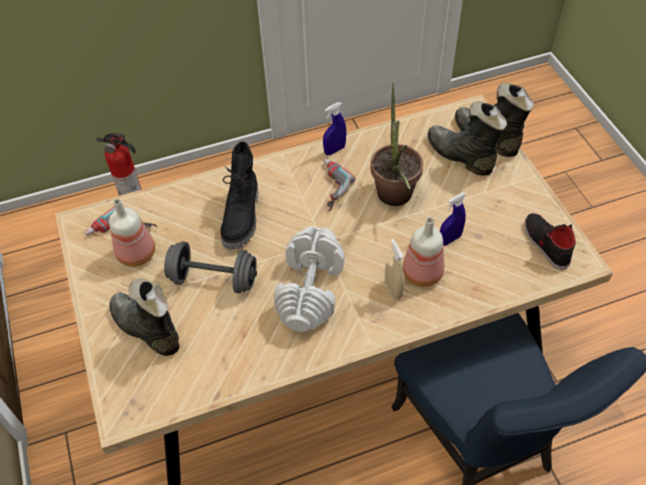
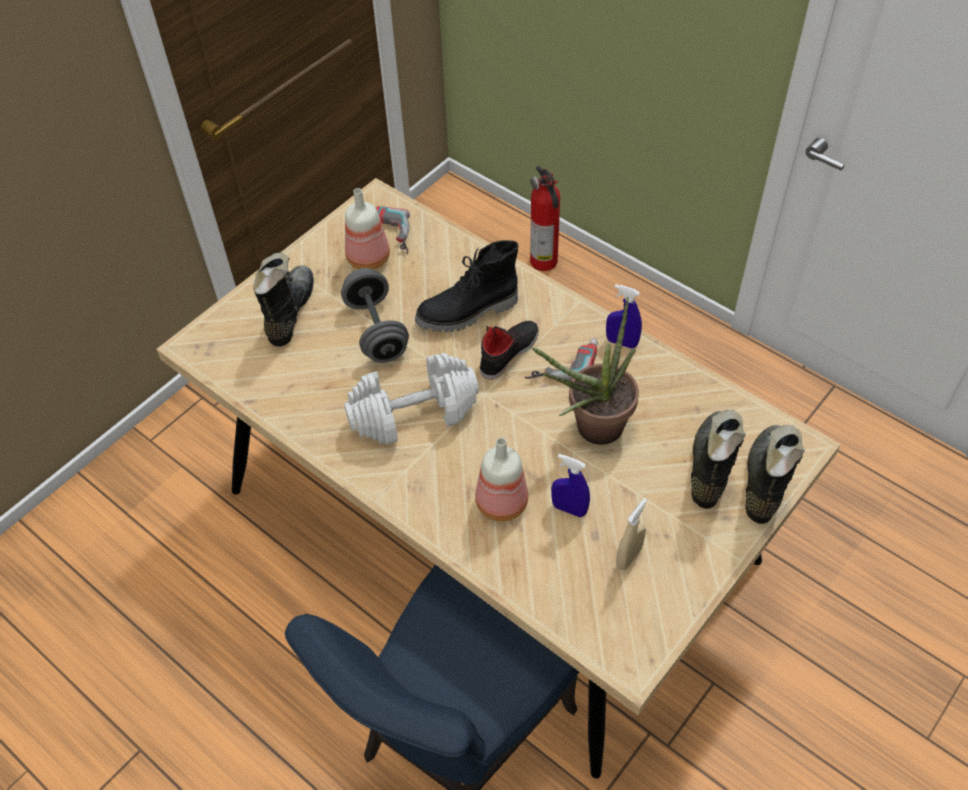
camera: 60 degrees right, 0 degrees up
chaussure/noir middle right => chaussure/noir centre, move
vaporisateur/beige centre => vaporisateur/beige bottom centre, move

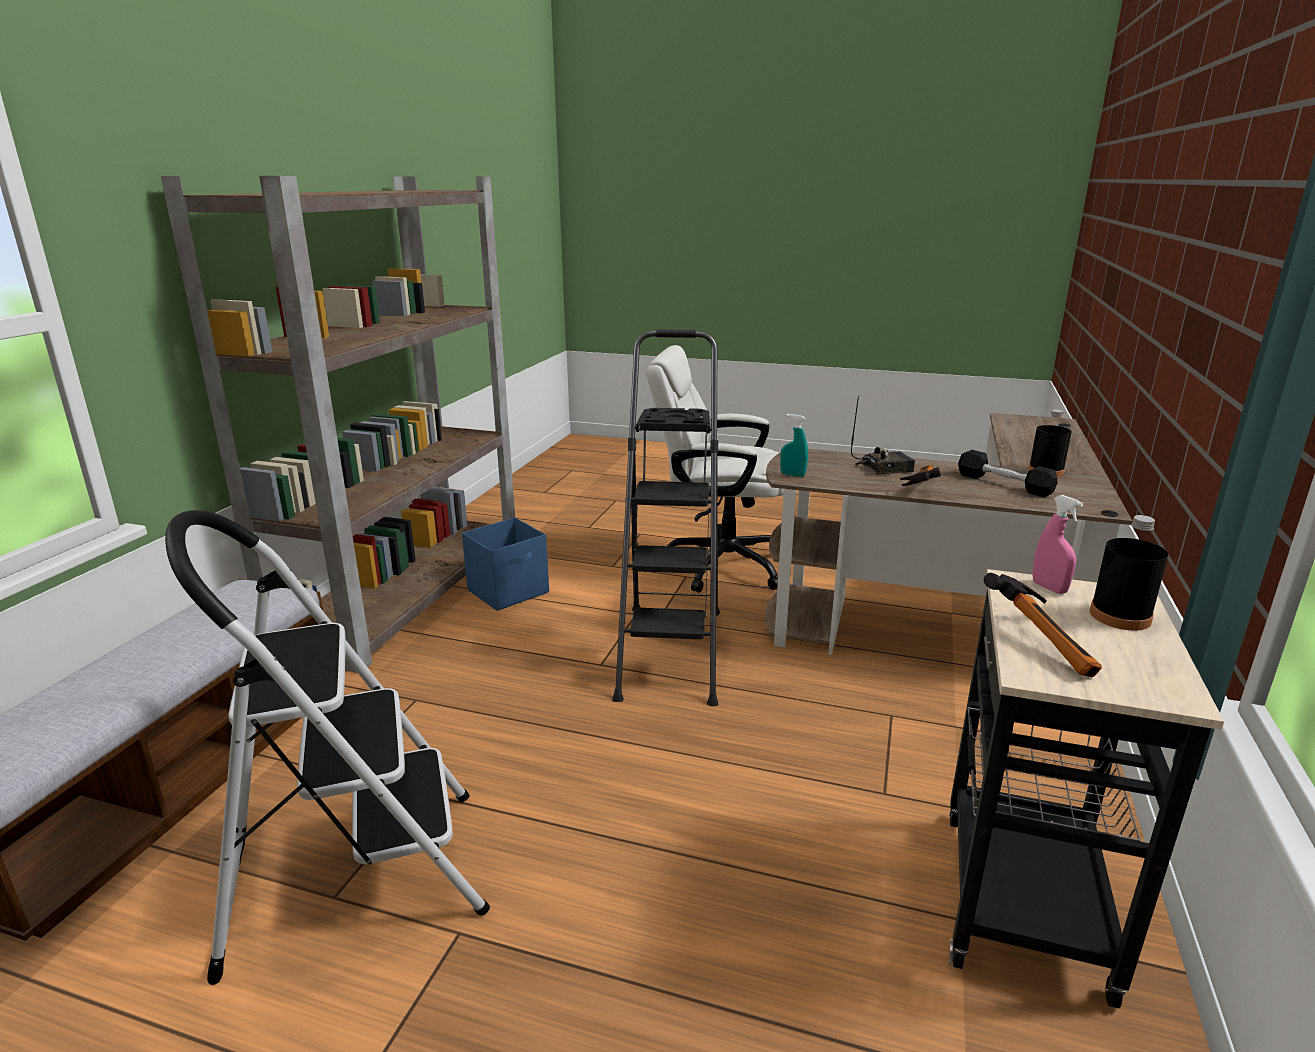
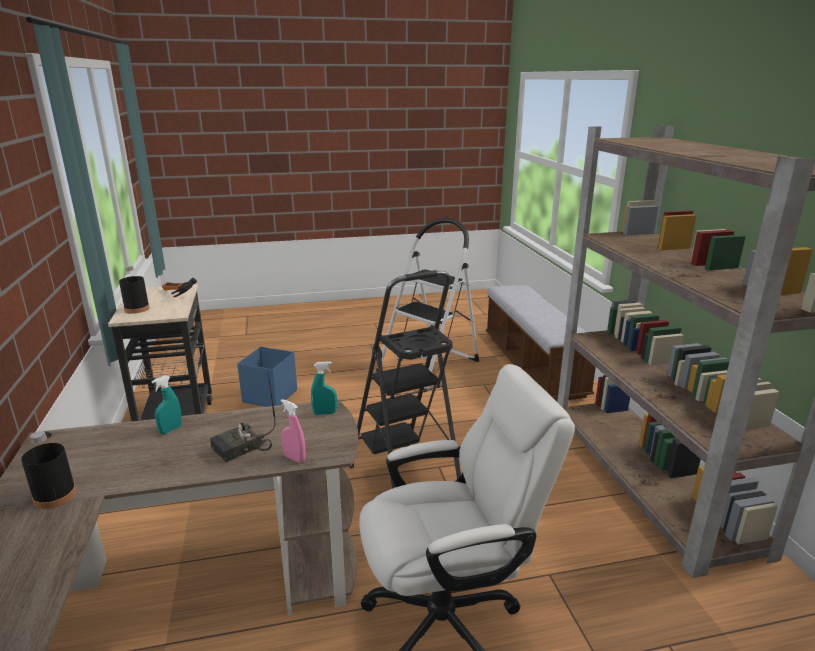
camera: 150 degrees right, 0 degrees up
haltère/noir middle right => nothing
marteau (1st from left) middle right => nothing
vaporisateur/rose middle right => vaporisateur/rose centre, move
boîte de rangement/bleu centre => boîte de rangement/bleu middle left, move
nothing => vaporisateur/turquoise (1st from left) middle left

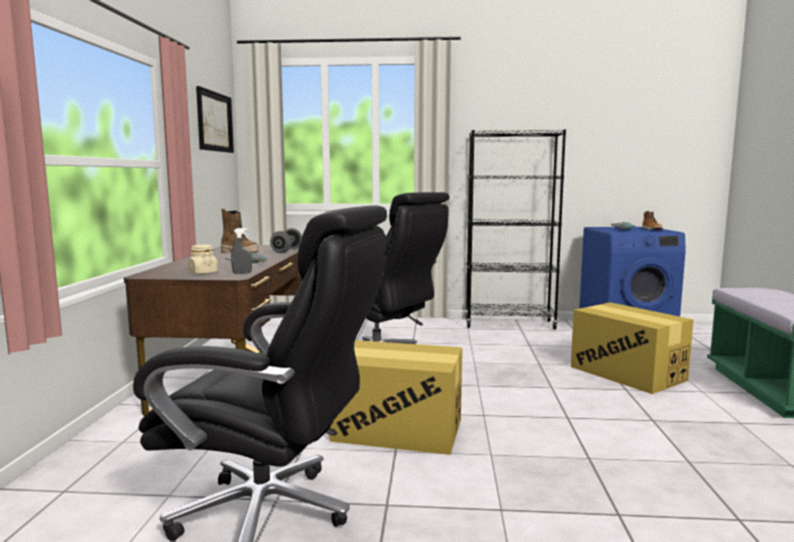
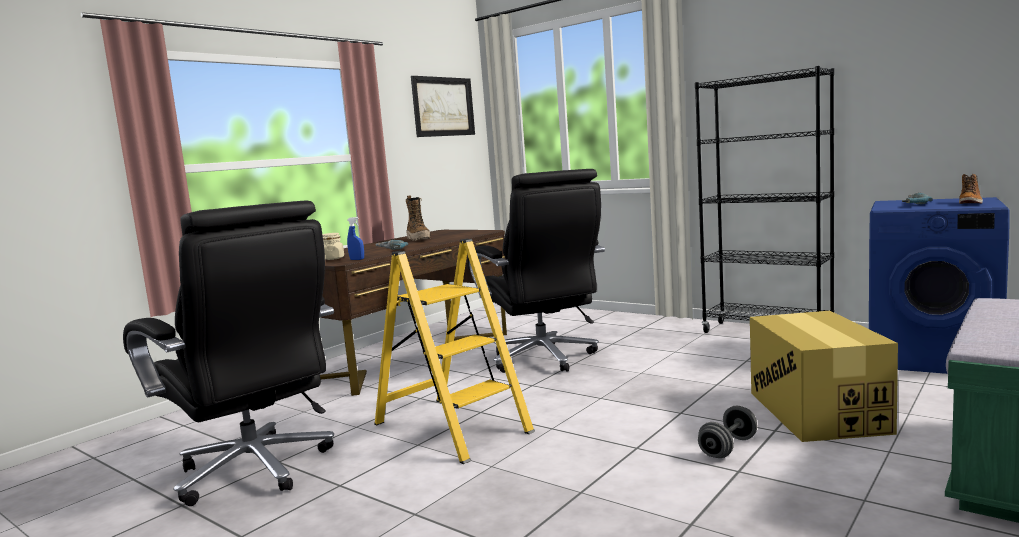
camera: 35 degrees right, 0 degrees up
vaporisateur/gris middle left => vaporisateur/bleu centre
haltère/gris centre => haltère/gris bottom right, move
carton (1st from left) bottom centre => escabeau/jaune centre

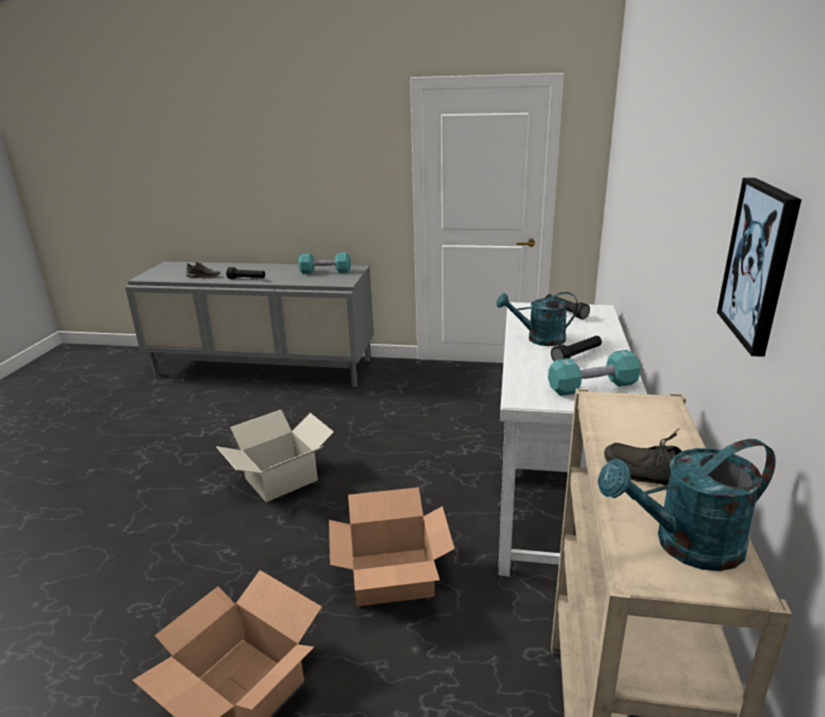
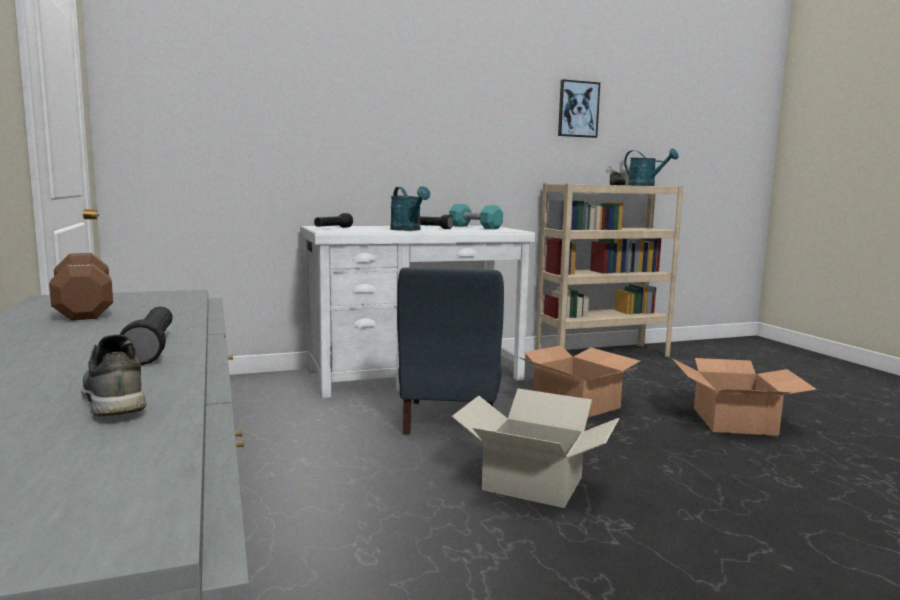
camera: 120 degrees left, 15 degrees down
haltère/turquoise (1st from left) centre => haltère/marron middle left
nothing => chaise/bleu centre

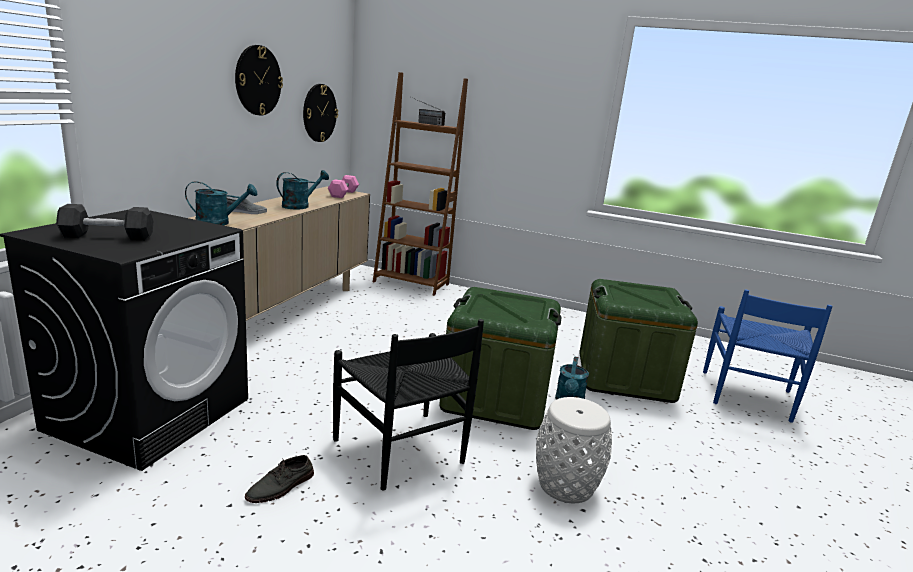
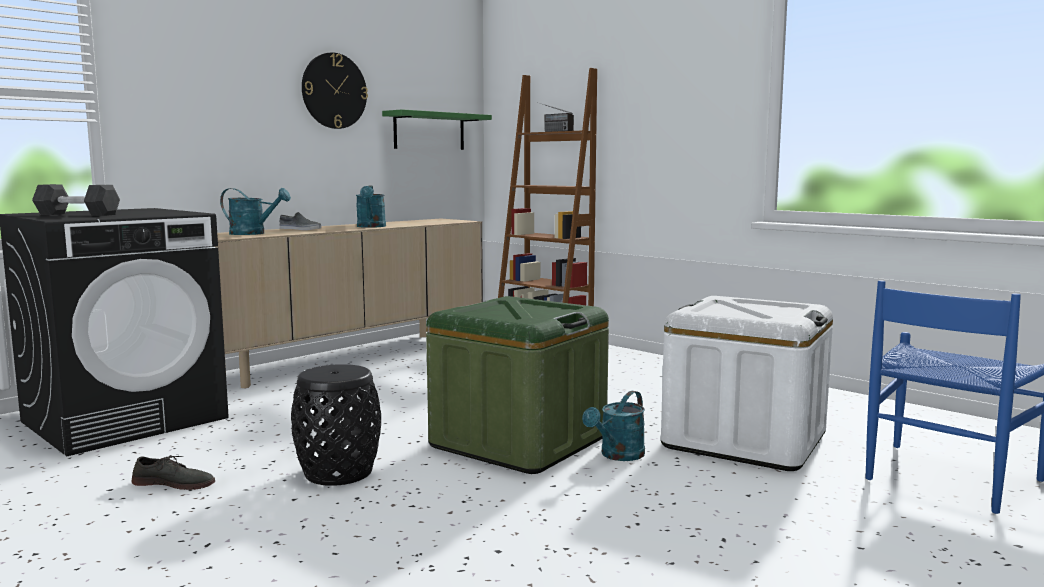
camera: 25 degrees right, 10 degrees down
horloge murale (2nd from left) top centre => étagère/vert top centre
arrosoir/turquoise (2nd from left) top left => arrosoir/turquoise (2nd from left) centre, 105 degrees clockwise
haltère/rose top centre => nothing
boîte de rangement/vert (2nd from left) middle right => boîte de rangement/blanc middle right
chaise/noir bottom centre => tabouret/noir bottom left
tabouret/blanc bottom centre => nothing
chaussure/gris (2nd from left in the first image) bottom left => chaussure/gris (1st from left) bottom left, 150 degrees counterclockwise

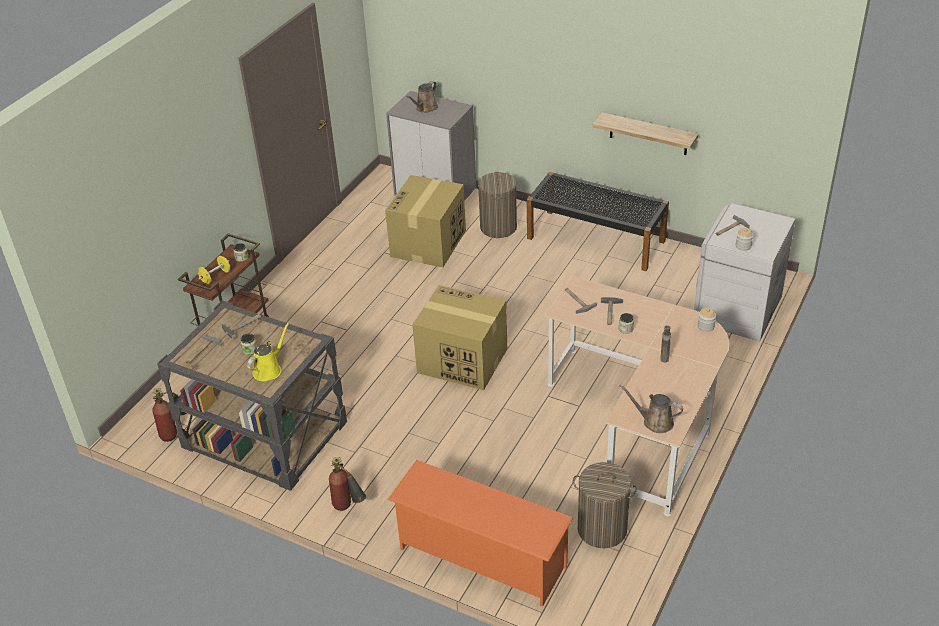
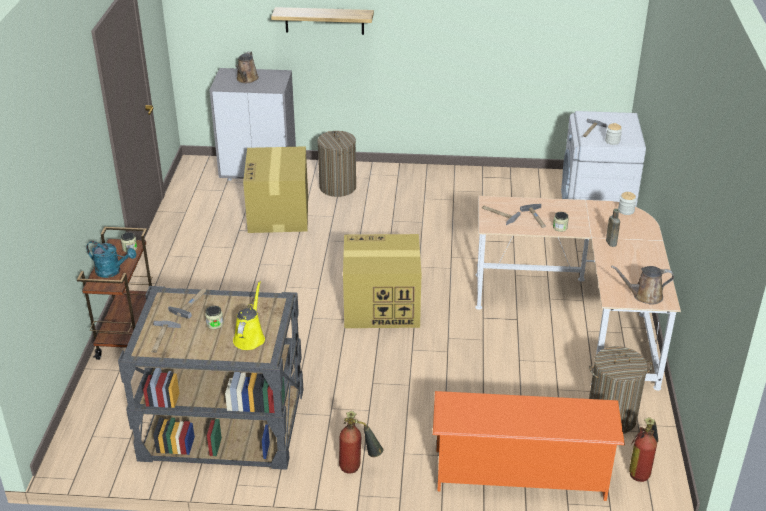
camera: 25 degrees left, 5 degrees down
étagère top right => étagère top centre, move
banc/noir centre => nothing
haltère/jaune middle left => arrosoir/turquoise middle left
extincteur (1st from left in the first image) middle left => extincteur (2nd from left) bottom right, move

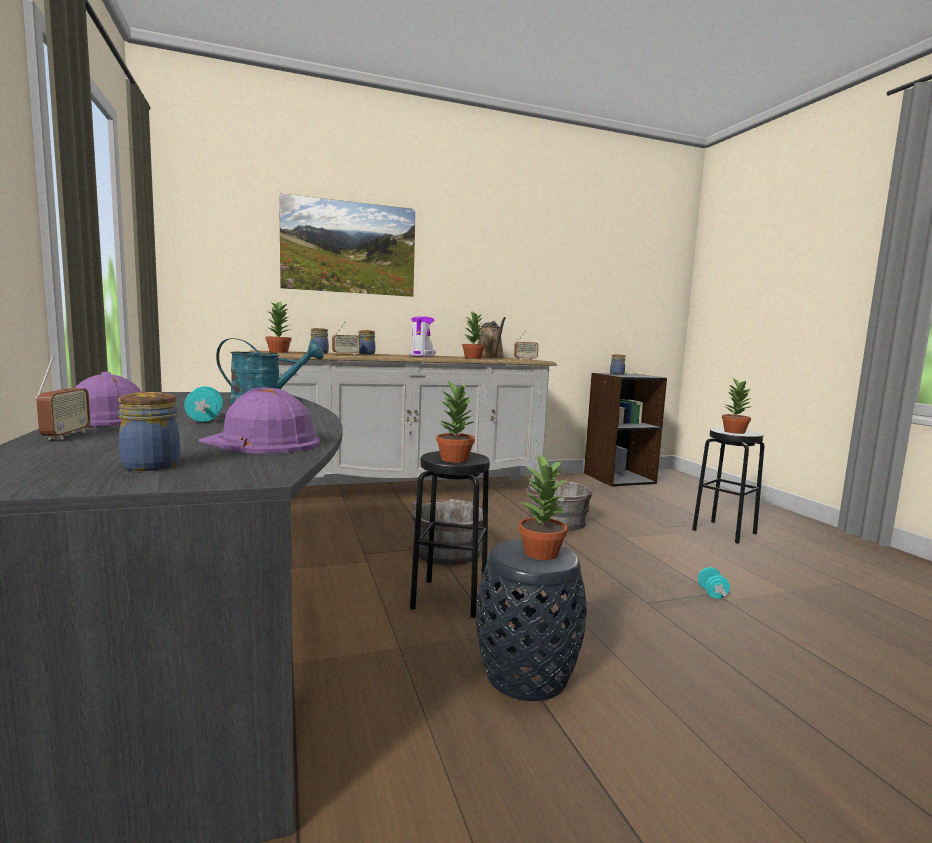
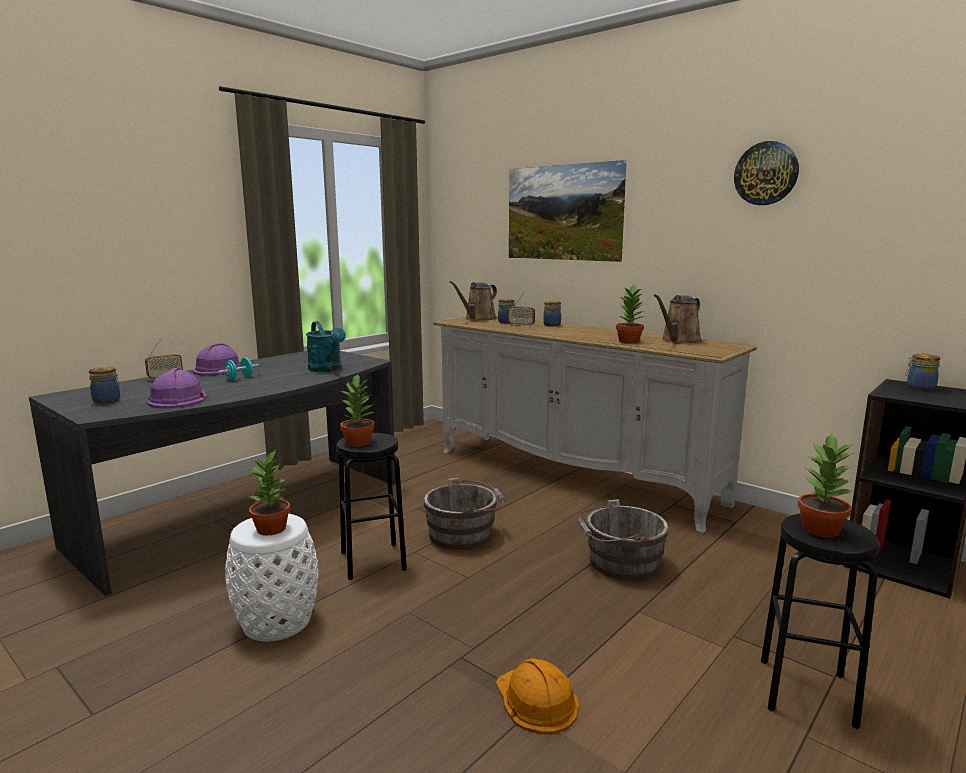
camera: 60 degrees right, 5 degrees up
plante en pot (1st from left) middle left => arrosoir/marron (1st from left) centre
botte centre => nothing
radio (3rd from left) centre => nothing
tabouret/noir (2nd from left) bottom centre => tabouret/blanc bottom left
haltère/turquoise (2nd from left) bottom right => casque de chantier/orange bottom centre
nothing => horloge murale top right

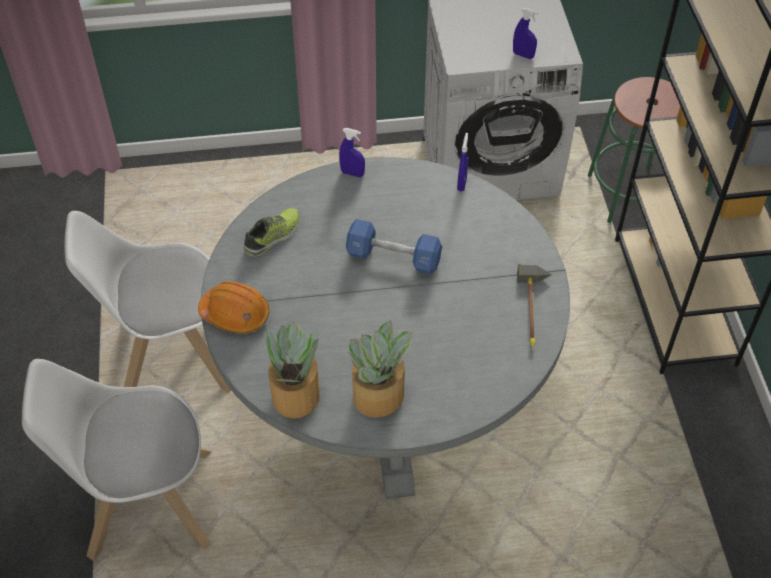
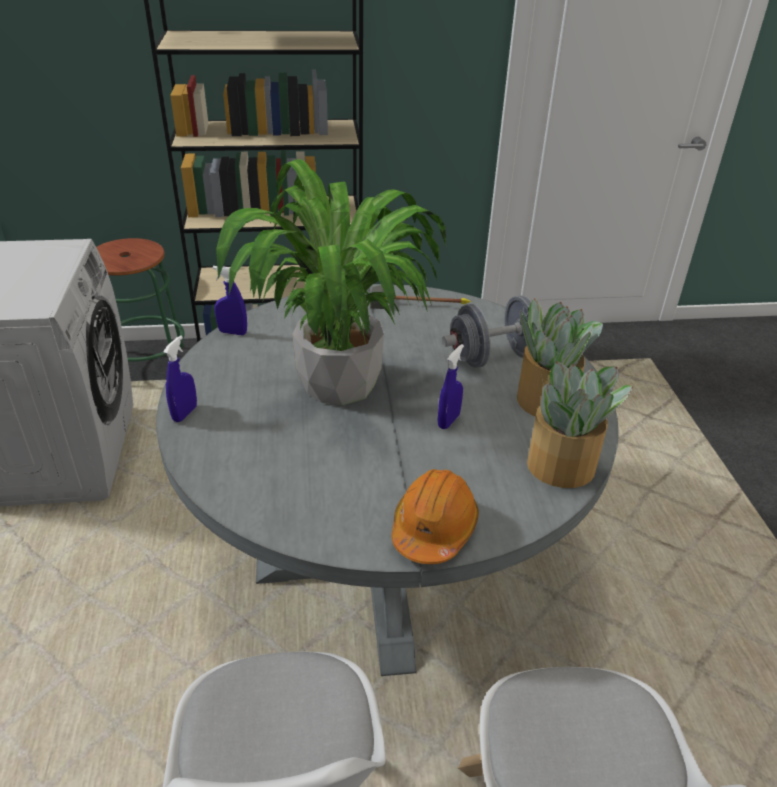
camera: 90 degrees left, 15 degrees down
vaporisateur/bleu (3rd from left) top right => vaporisateur/bleu (3rd from left) centre, move
chaussure centre => nothing
haltère/bleu centre => plante en pot (1st from left) centre
nothing => haltère/gris centre

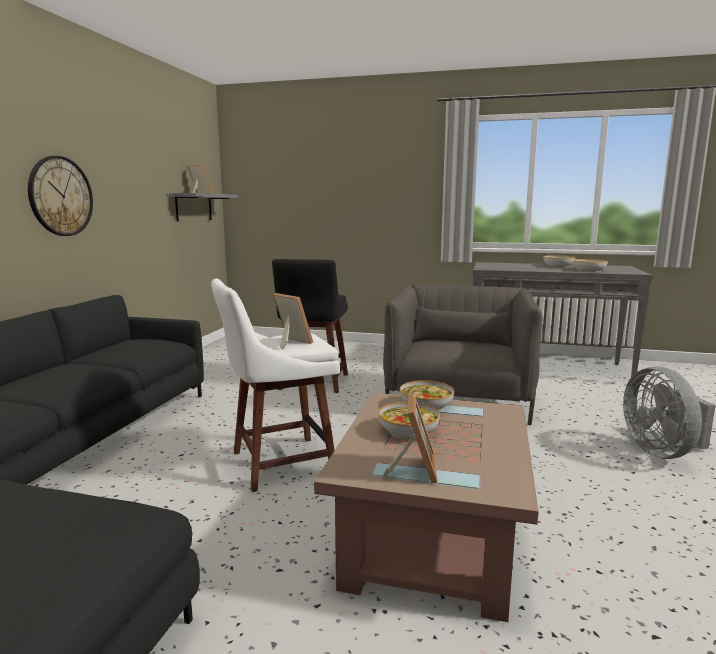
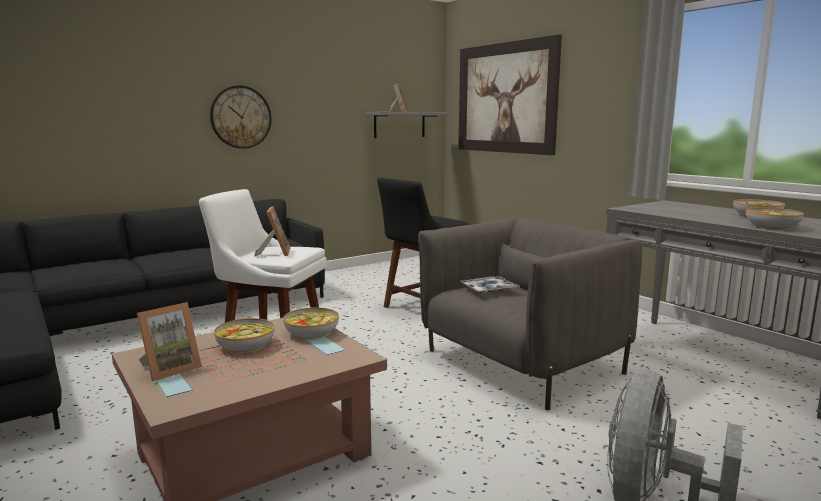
camera: 40 degrees right, 0 degrees up
nothing => tableau top centre
nothing => plateau centre

